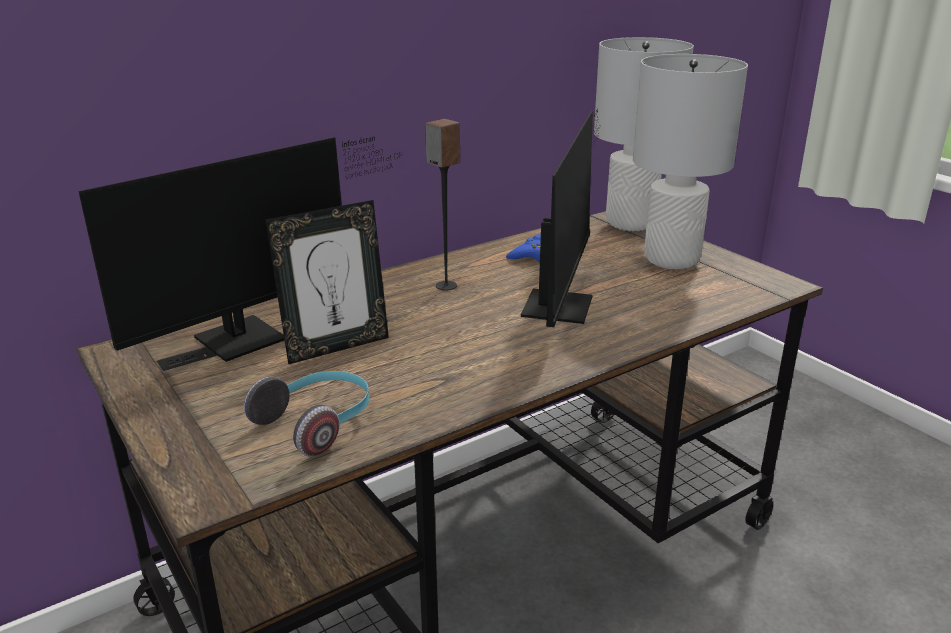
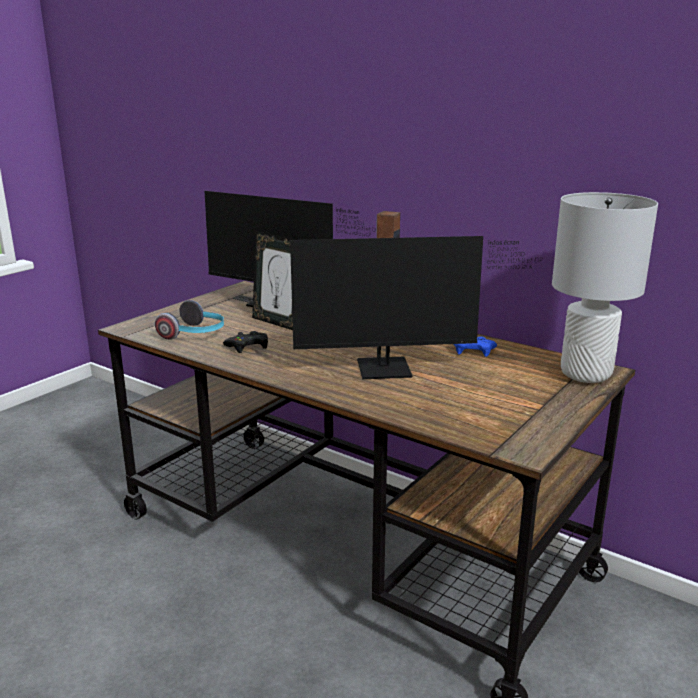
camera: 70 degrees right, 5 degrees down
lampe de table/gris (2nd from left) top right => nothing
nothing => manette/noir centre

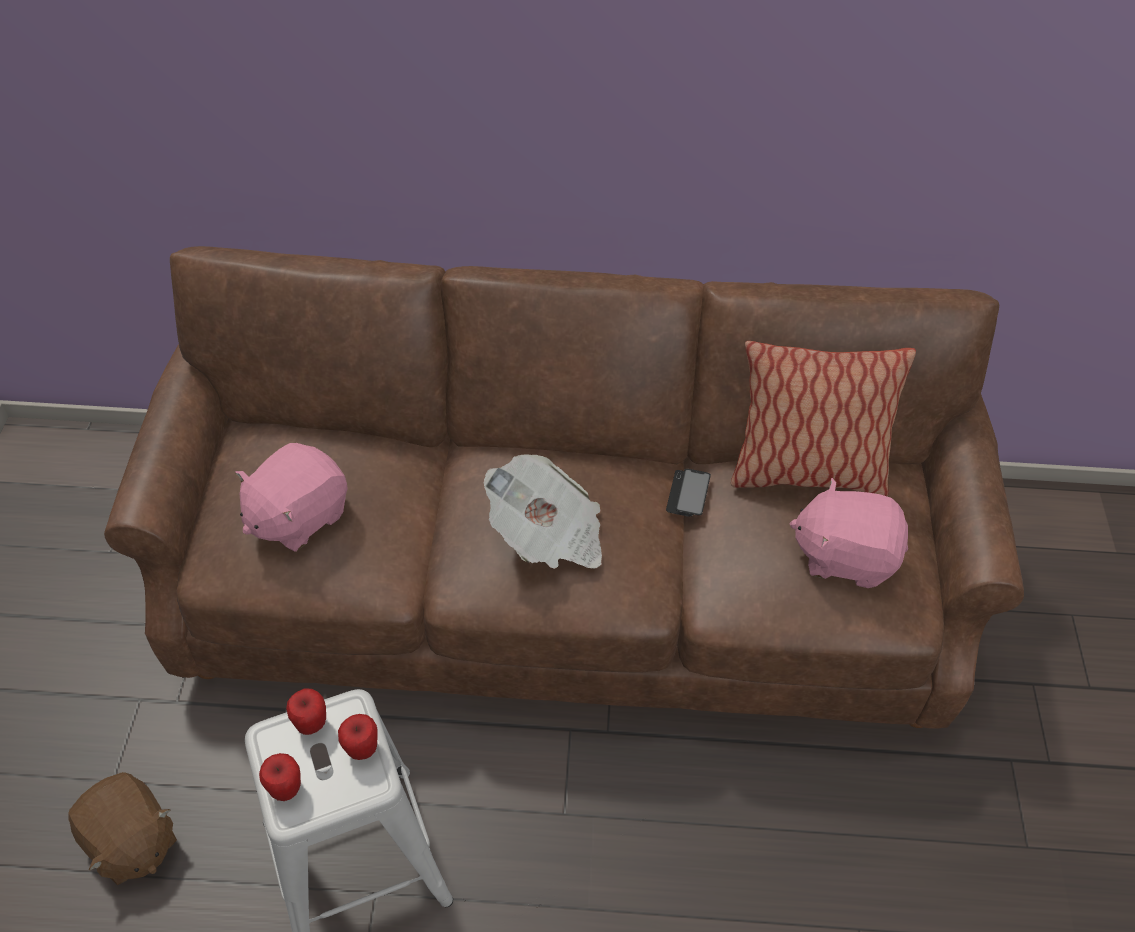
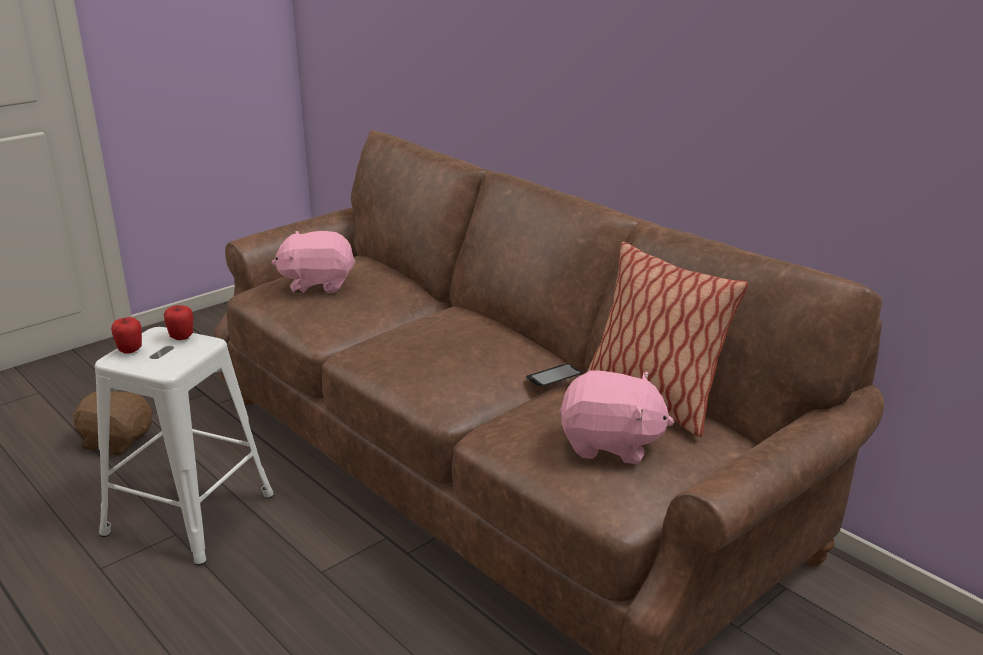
camera: 45 degrees right, 25 degrees down
journal centre => nothing
peluche/rose (2nd from left) middle right => peluche/rose (2nd from left) centre, 135 degrees clockwise
pomme (3rd from left) bottom left => nothing
peluche/marron bottom left => peluche/marron middle left, 105 degrees clockwise

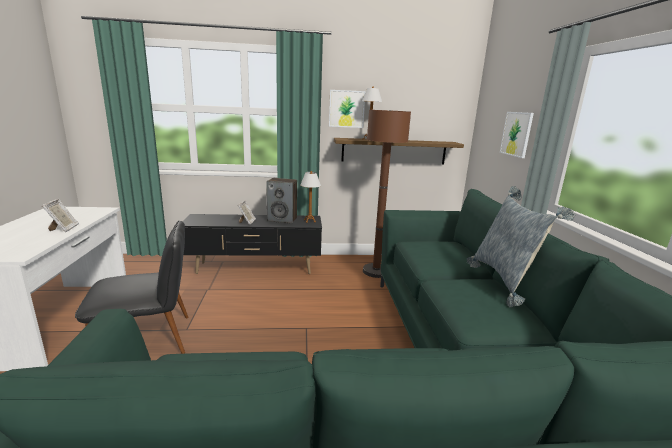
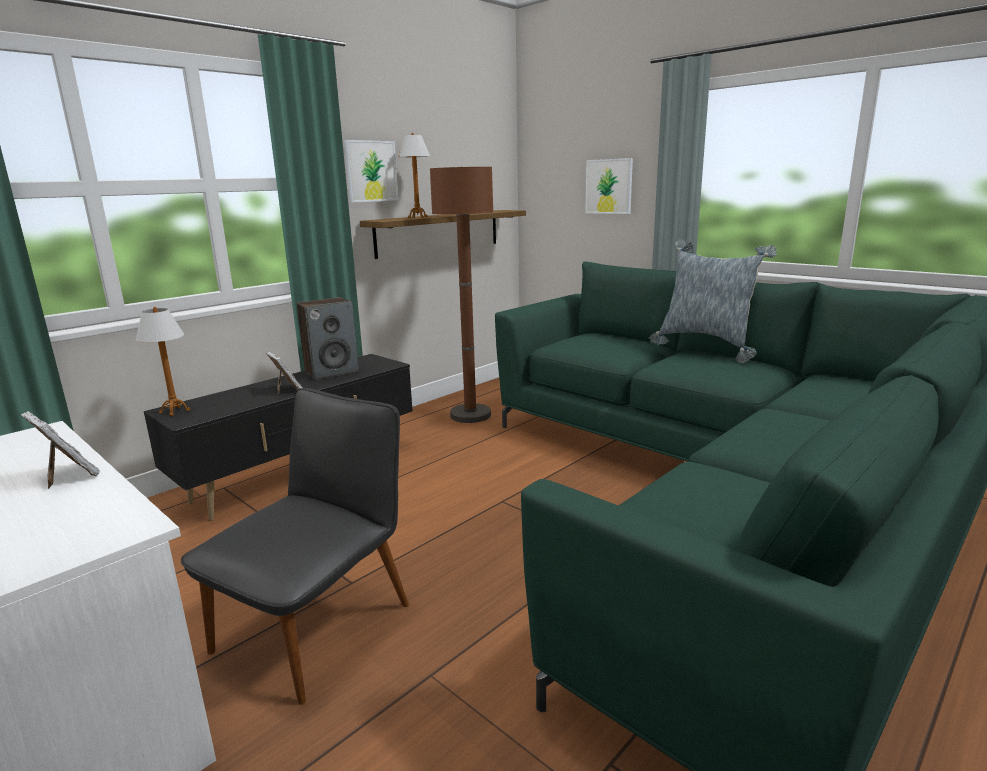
camera: 40 degrees left, 0 degrees up
lampe de table (1st from left) centre => lampe de table (1st from left) middle left, move

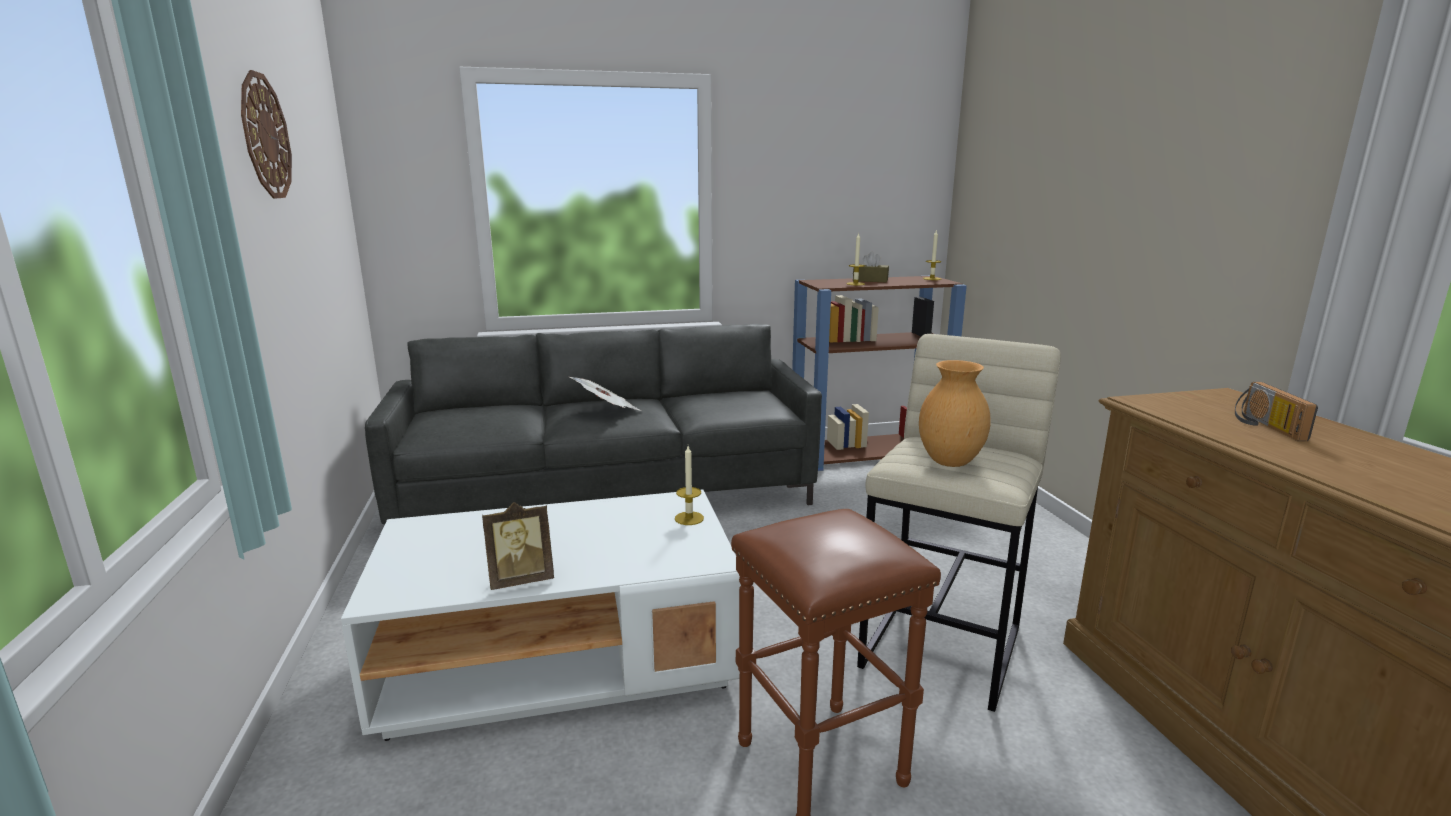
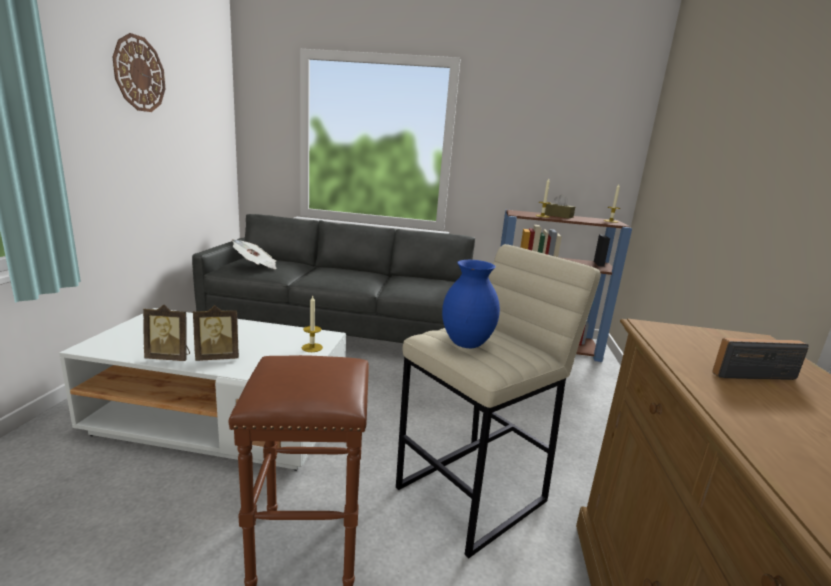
camera: 20 degrees right, 0 degrees up
vase/marron centre => vase/bleu centre
journal centre => journal middle left, move
radio middle right, 60 degrees clockwise
nothing => cadre photo (2nd from left) middle left

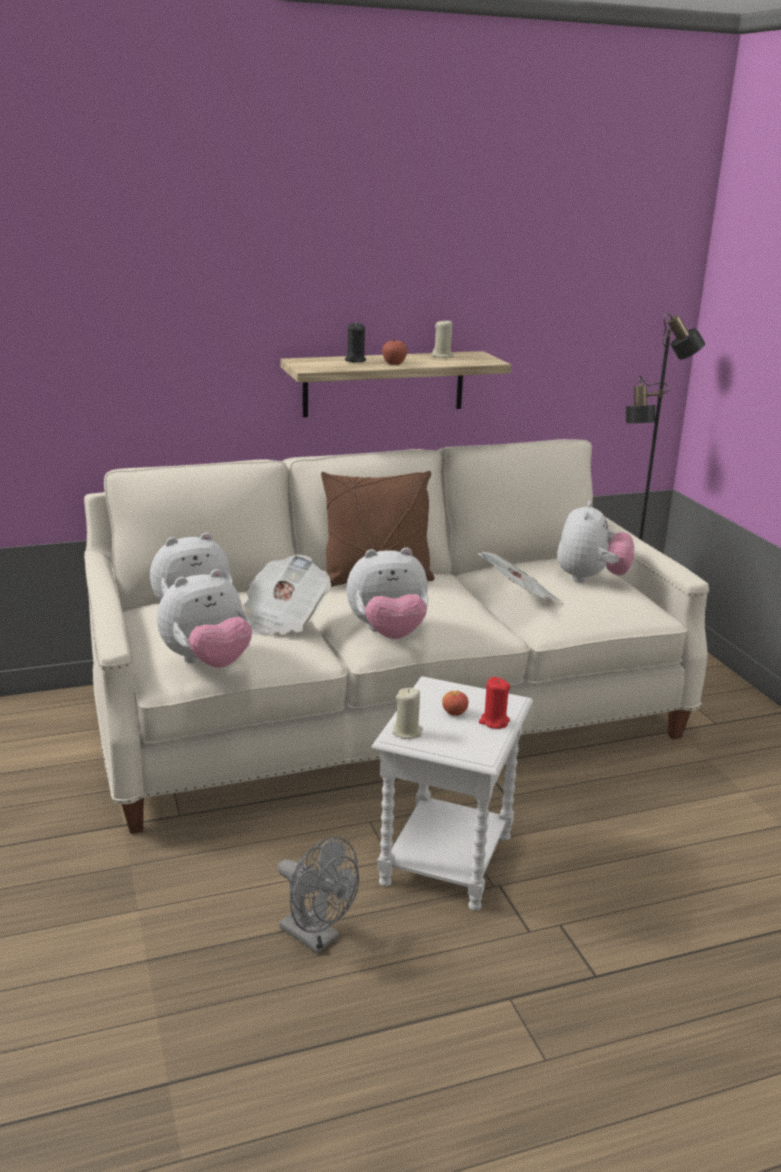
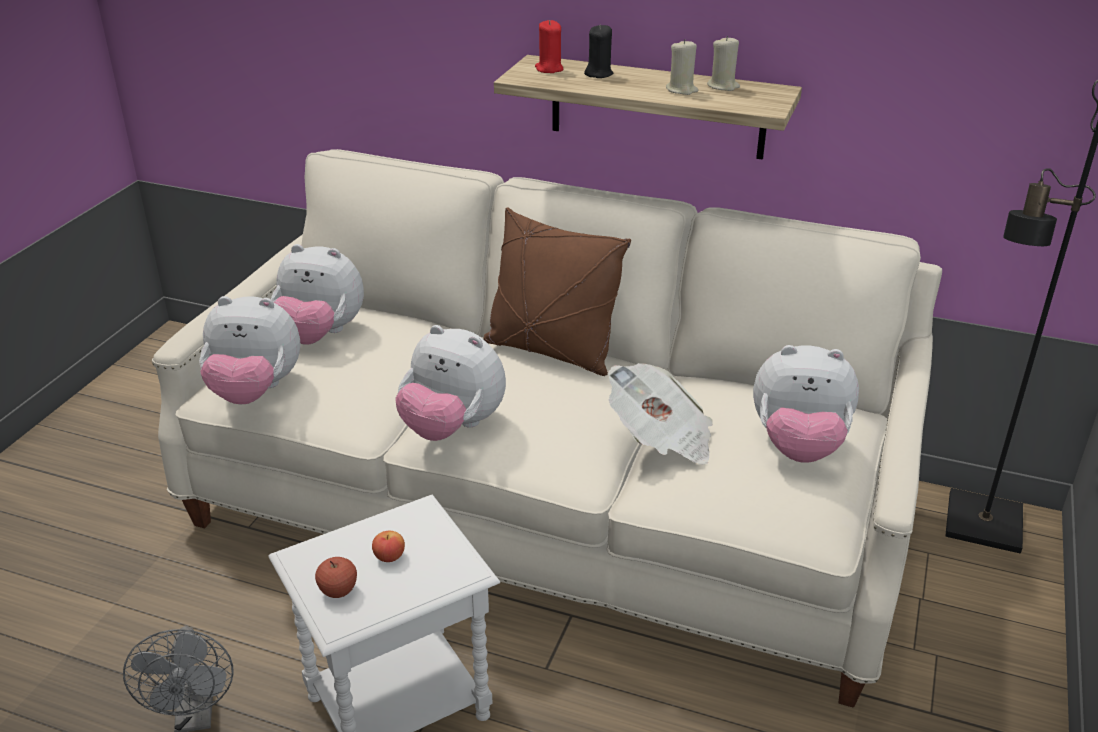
camera: 40 degrees right, 10 degrees up
pomme (1st from left) top centre => pomme (1st from left) bottom left, move
peluche (4th from left) middle right, 45 degrees clockwise
journal (1st from left) centre => nothing
bougie/rouge centre => bougie/rouge top centre, move
bougie/beige (1st from left) centre => bougie/beige (1st from left) top centre, move

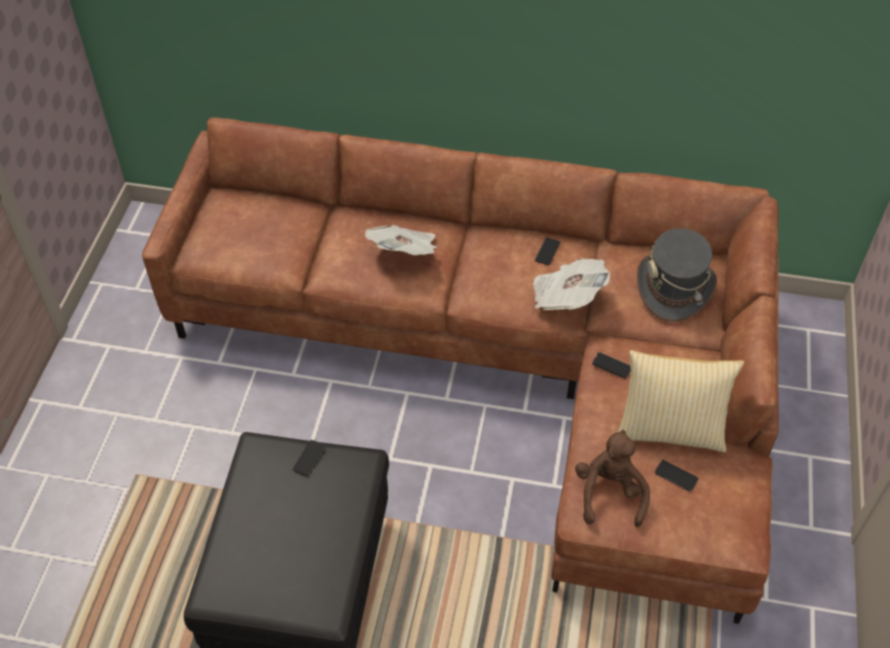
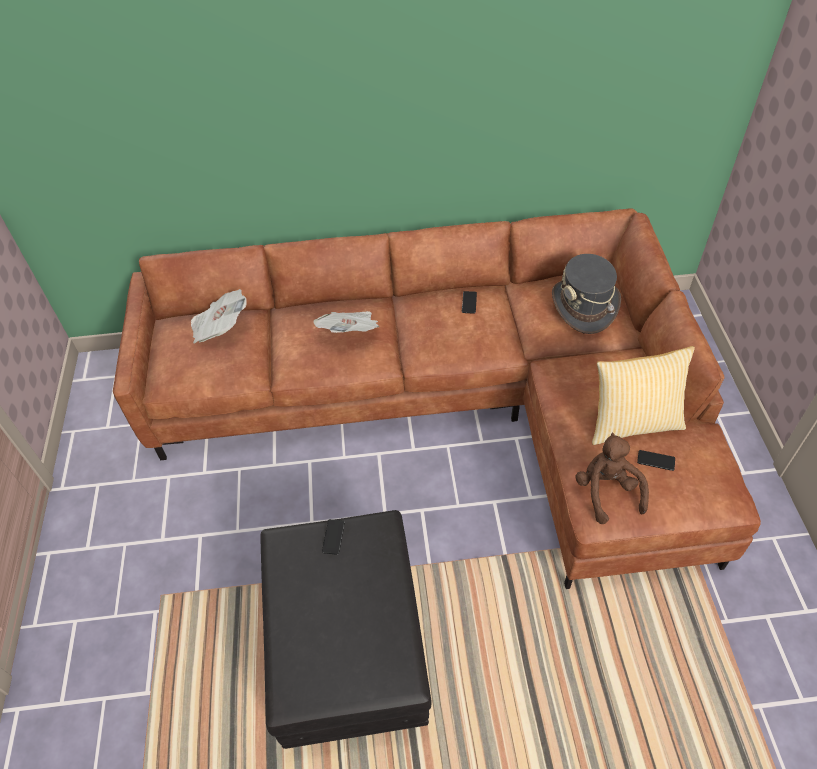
camera: 15 degrees left, 0 degrees up
journal (2nd from left in the first image) centre => journal (1st from left) middle left, move
téléphone (3rd from left) middle right => nothing

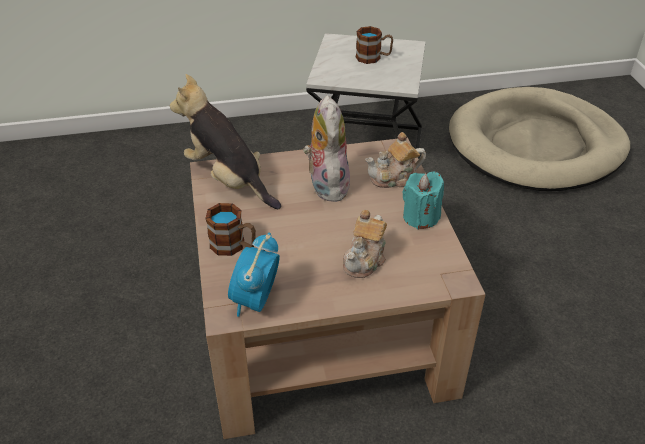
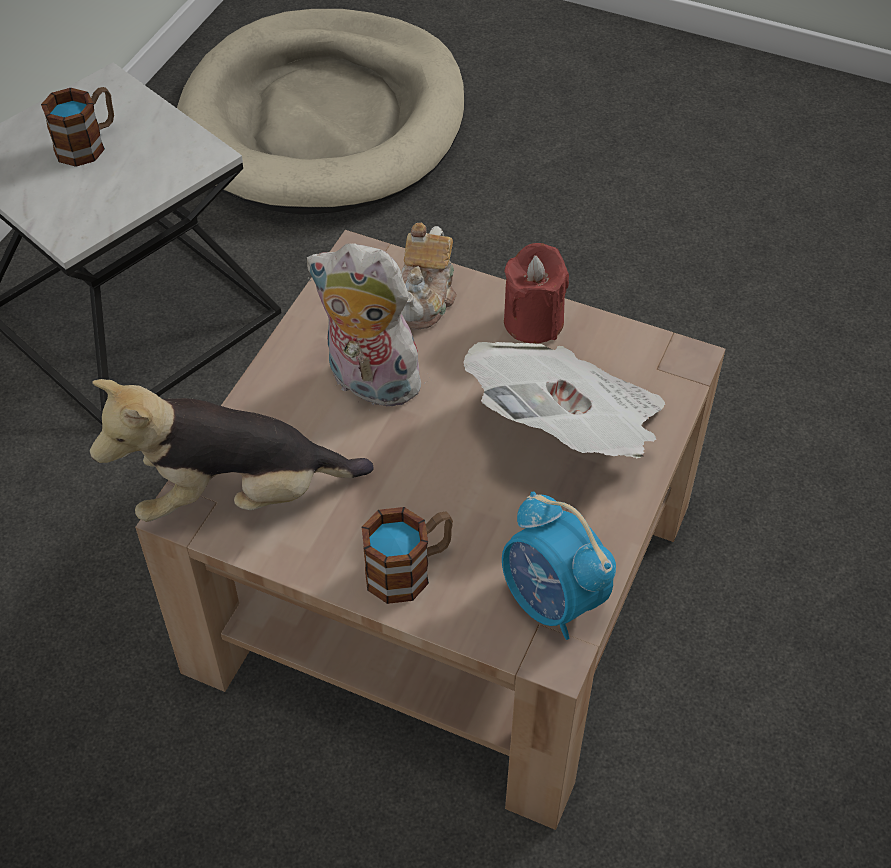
camera: 55 degrees left, 10 degrees up
bougie/turquoise centre => bougie/rouge centre
théière (1st from left) centre => journal centre

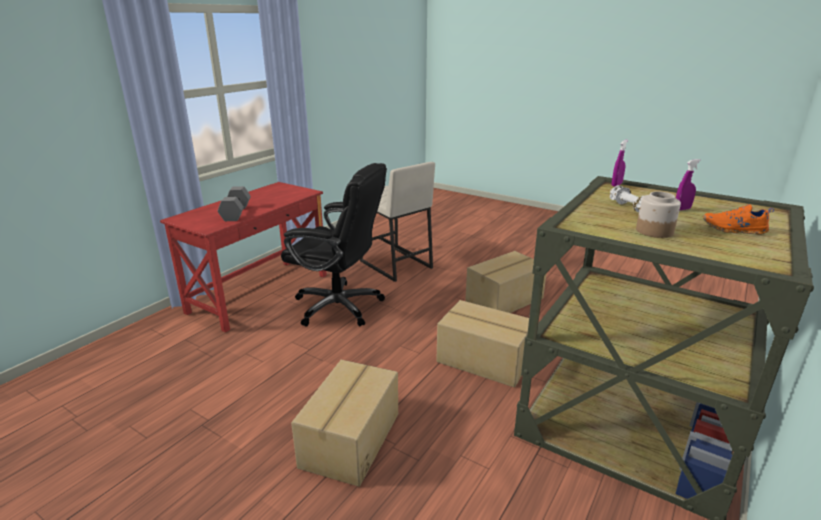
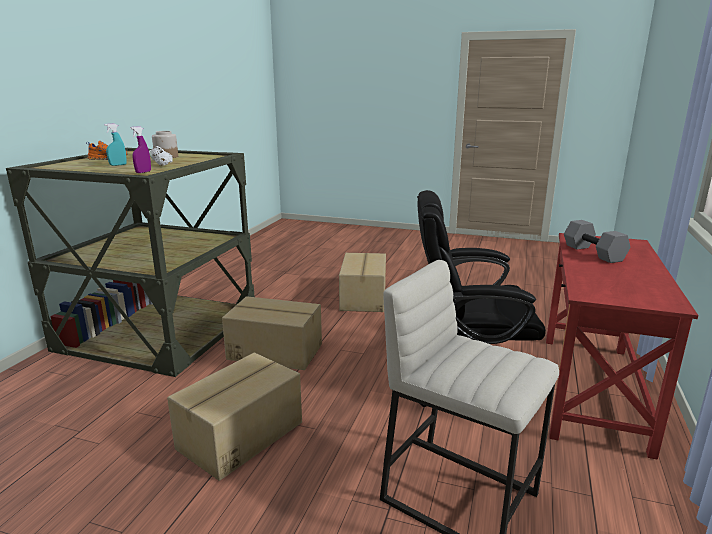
camera: 165 degrees right, 5 degrees down
vaporisateur/violet (2nd from left) middle right => vaporisateur/turquoise top left

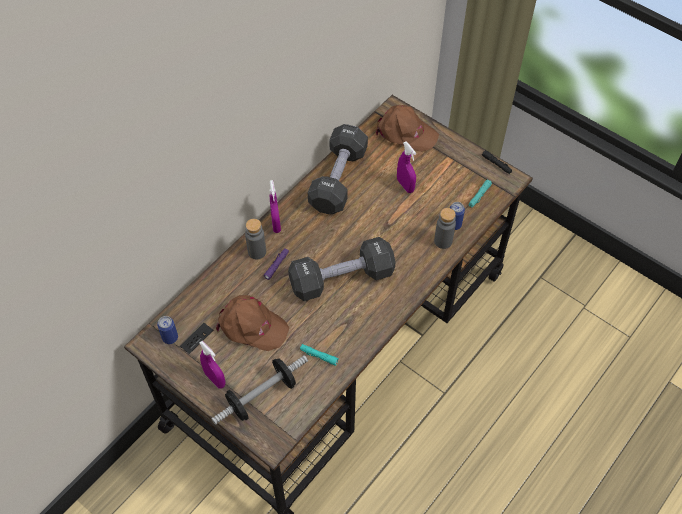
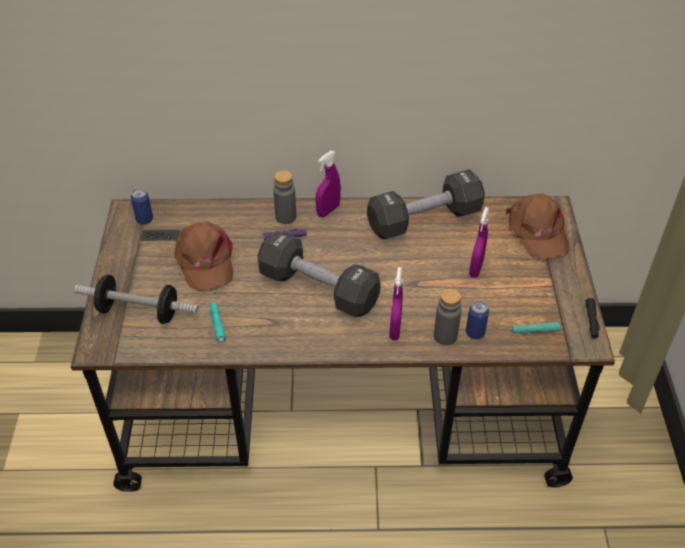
camera: 50 degrees right, 10 degrees down
vaporisateur/violet (1st from left in the first image) bottom left => vaporisateur/violet (2nd from left) centre, move

